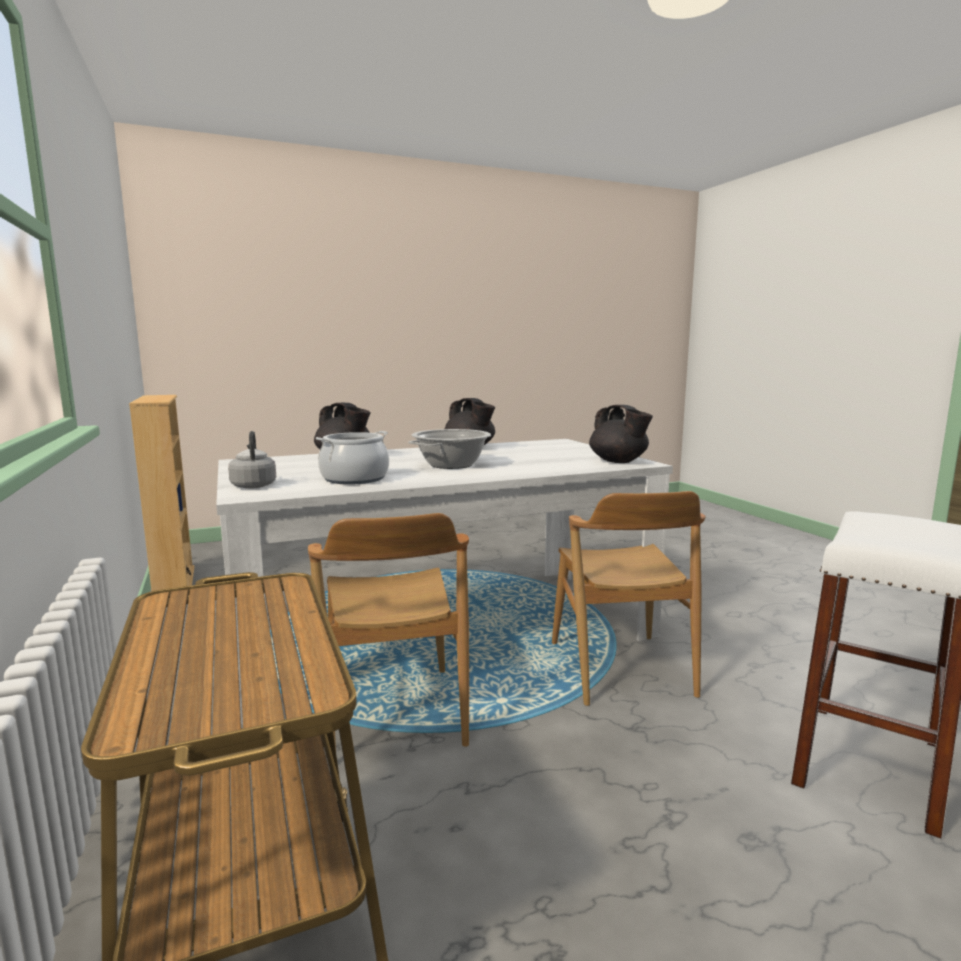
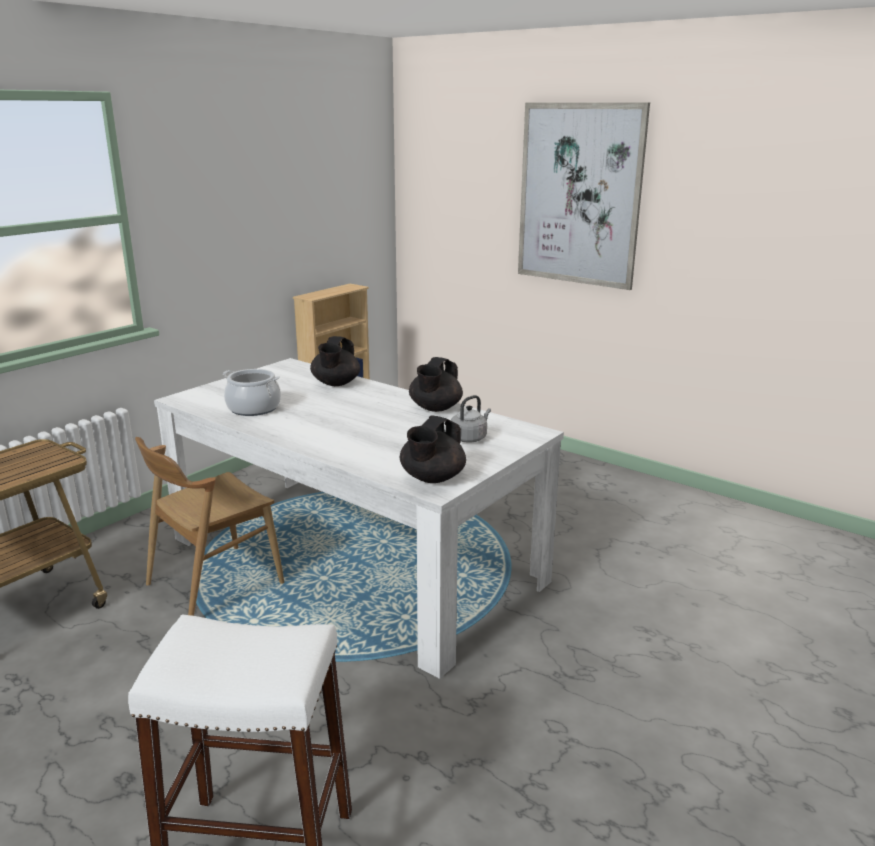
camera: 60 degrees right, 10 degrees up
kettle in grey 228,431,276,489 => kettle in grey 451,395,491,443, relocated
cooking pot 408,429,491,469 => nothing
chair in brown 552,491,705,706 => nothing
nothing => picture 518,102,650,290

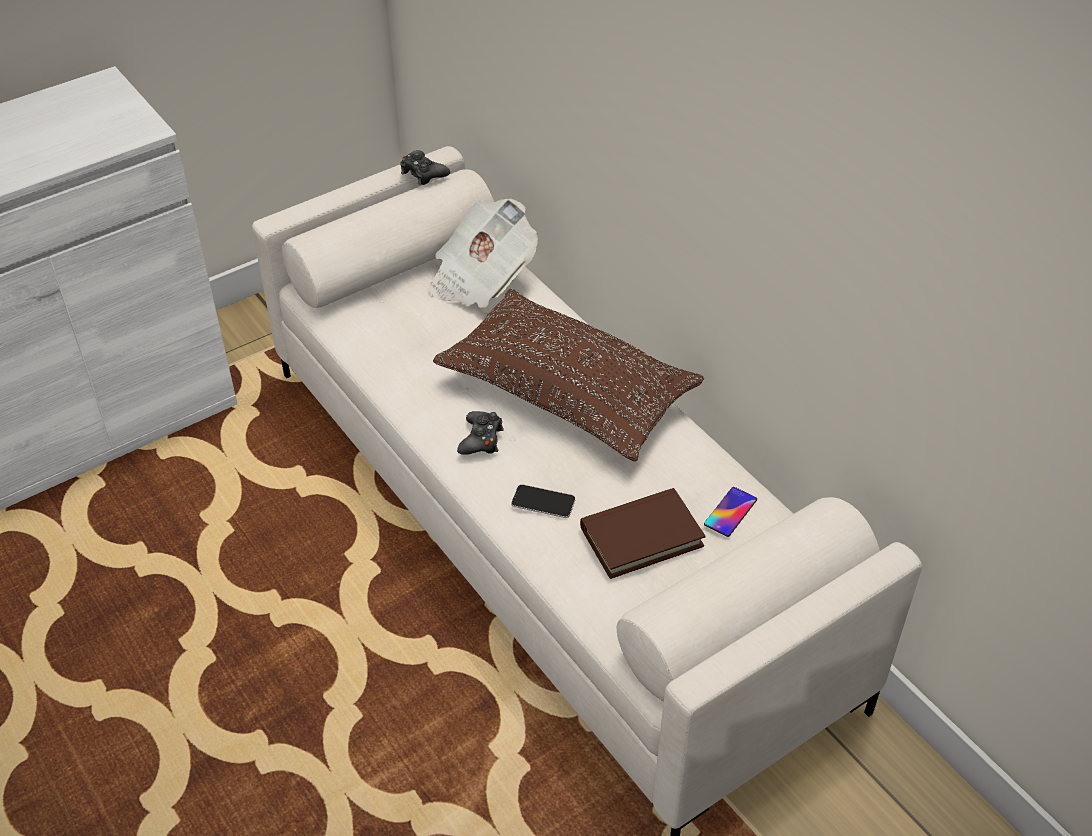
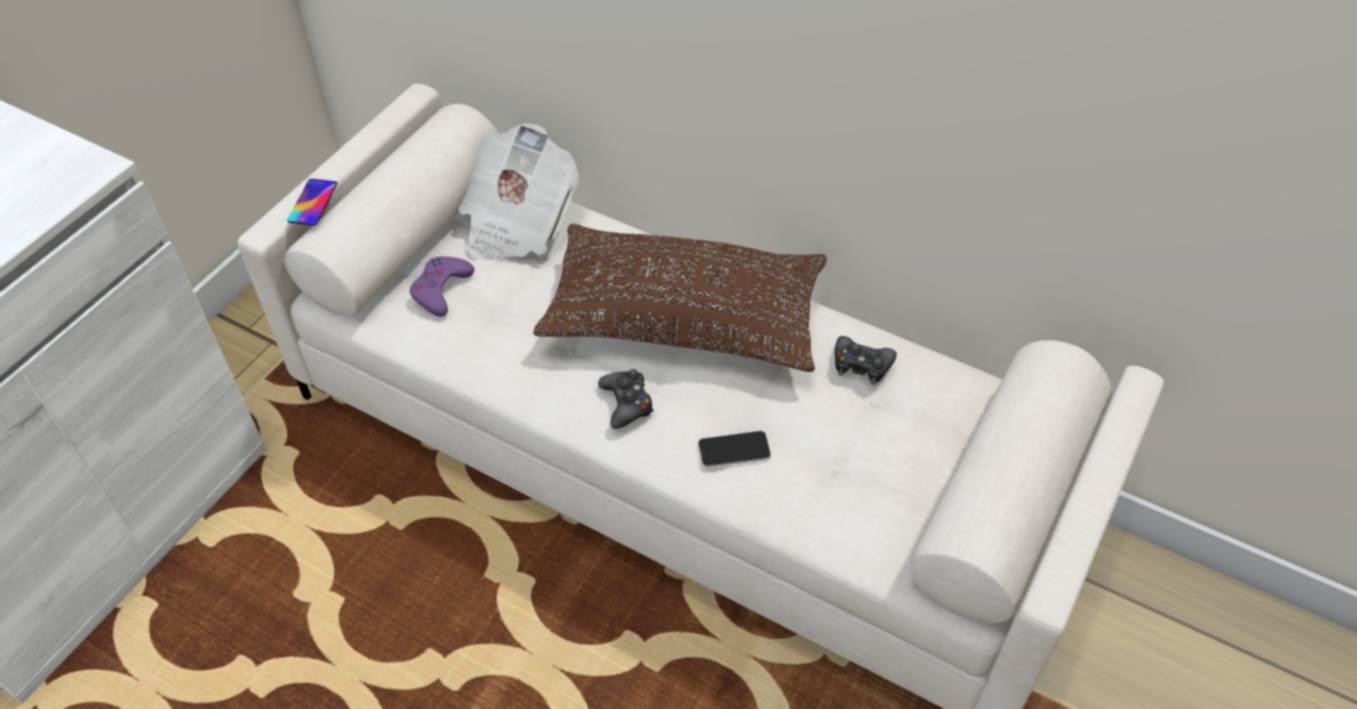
camera: 25 degrees left, 5 degrees up
game controller in black 400,150,450,185 => game controller in black 835,336,897,385, relocated
book in brown 580,488,706,579 => nothing
phone 704,487,757,537 => phone 287,178,337,226, relocated
nothing => game controller in purple 410,257,474,317

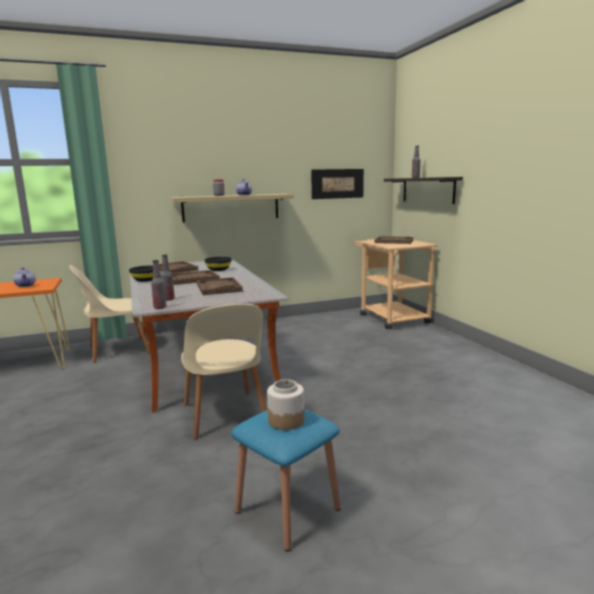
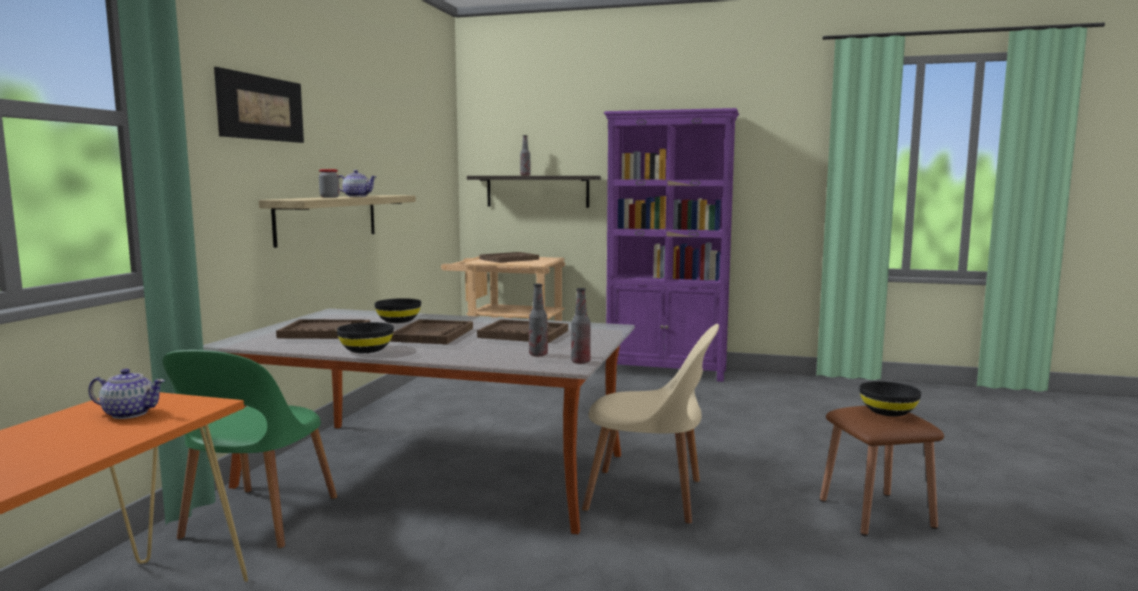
camera: 55 degrees left, 5 degrees down
chair in beige 69,265,150,363 => chair in green 163,350,337,548
stool in blue 231,409,341,551 => stool in brown 820,406,944,536
jar 267,379,304,430 => bowl in black 859,381,921,416
picture 311,169,364,199 => picture 214,67,304,143, relocated
nothing => bookcase in purple 604,108,739,382

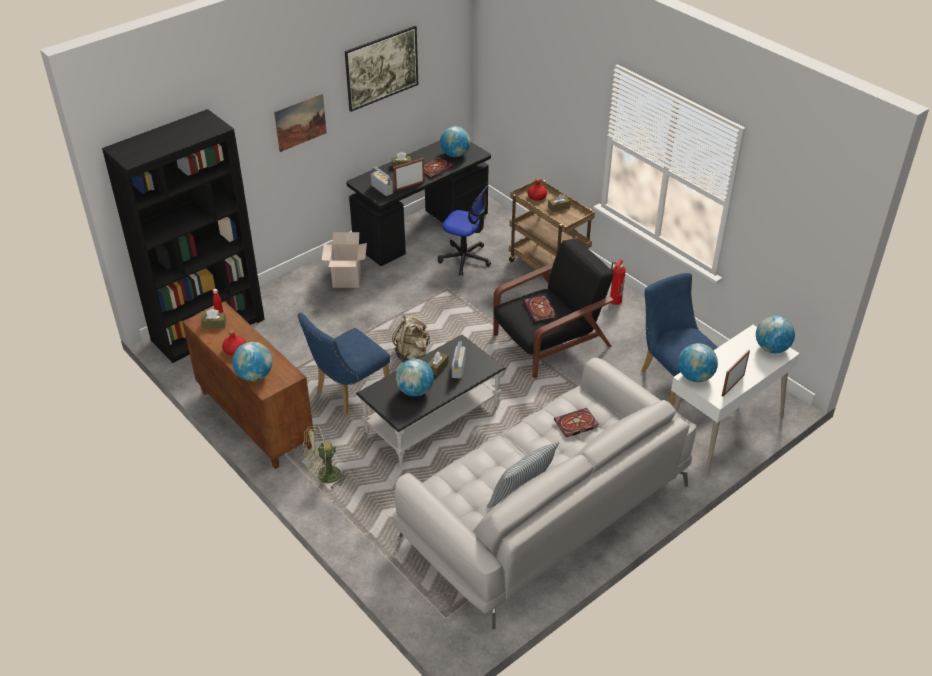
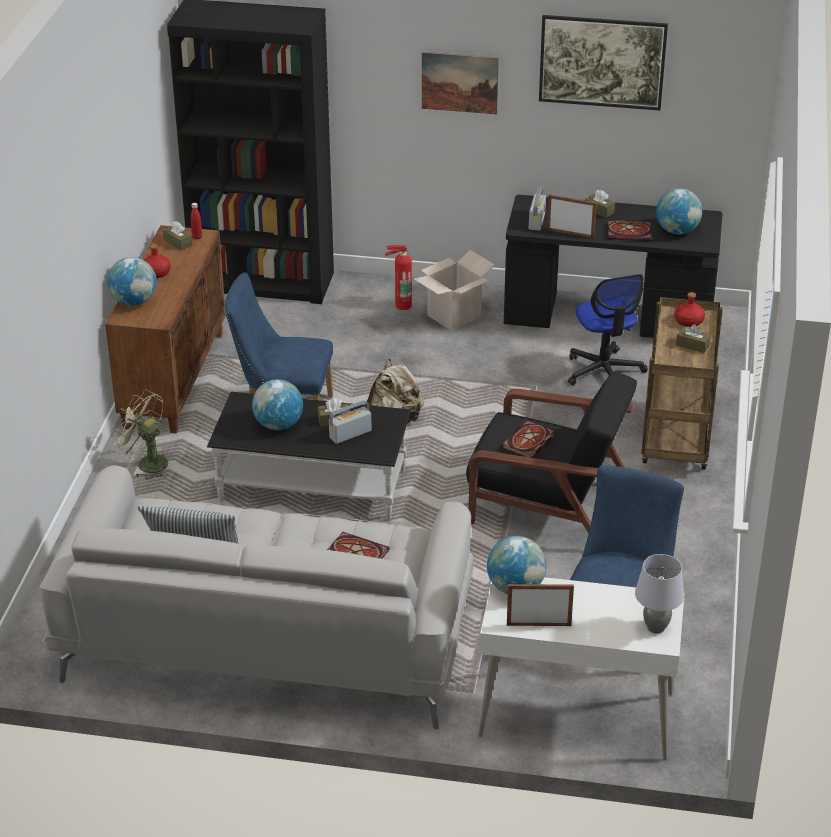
camera: 50 degrees right, 5 degrees down
fire extinguisher 610,259,626,305 => fire extinguisher 385,245,412,310, relocated
globe 756,316,795,353 => table lamp in grey 635,554,684,634

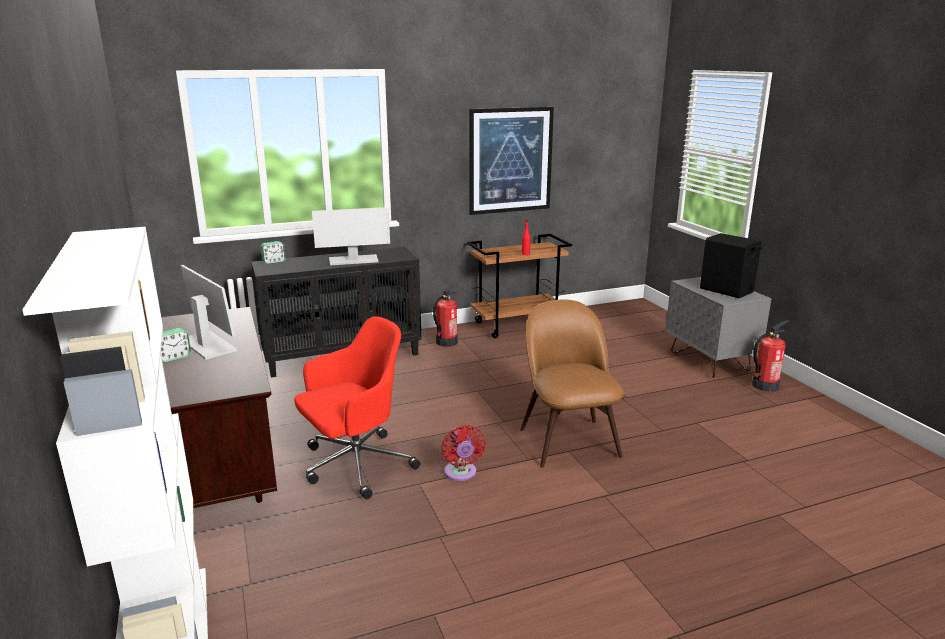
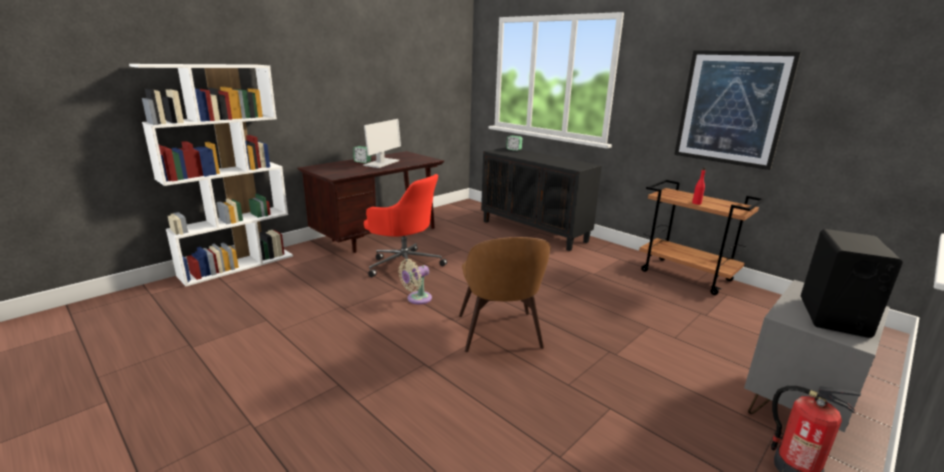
camera: 65 degrees right, 0 degrees up
monitor 312,207,390,265 => nothing
fire extinguisher 433,283,458,347 => nothing
fan in red 441,425,486,481 => fan in beige 399,259,432,304
chair in brown 520,299,624,468 => chair in brown 459,237,551,352, 120 degrees clockwise

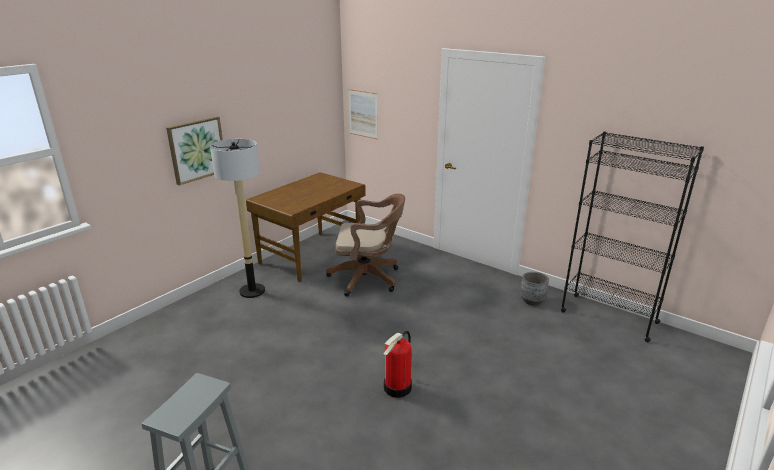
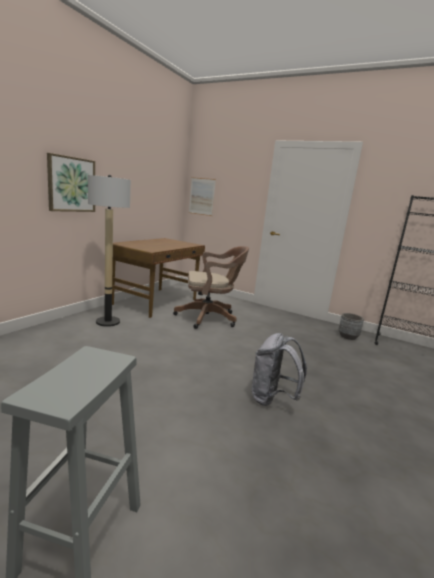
camera: 10 degrees left, 10 degrees down
fire extinguisher 383,331,412,398 => backpack in grey 252,333,307,406

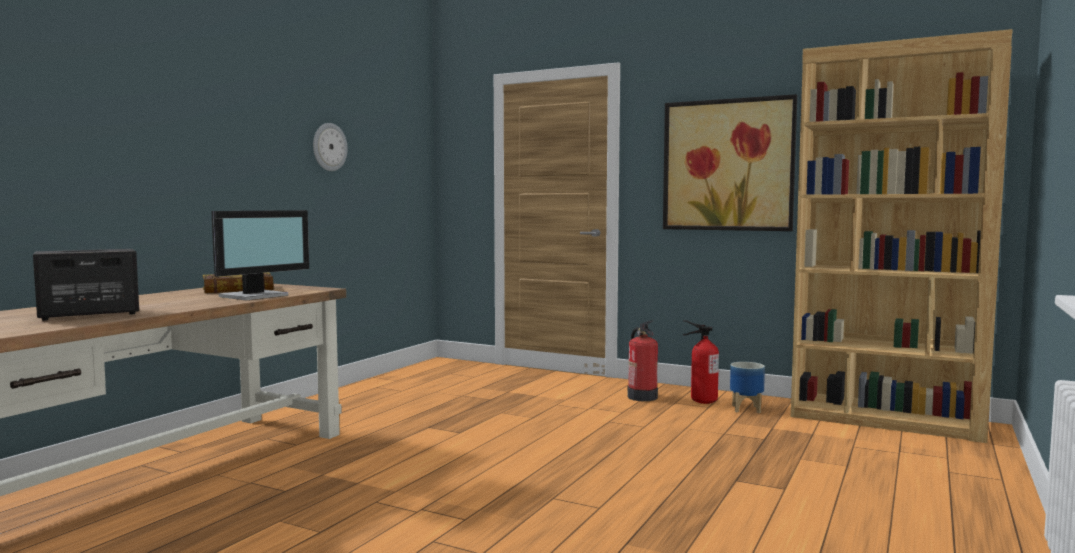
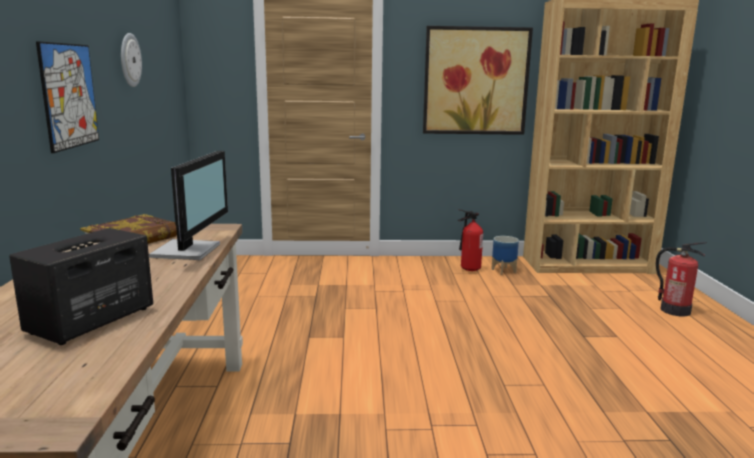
camera: 30 degrees left, 10 degrees up
fire extinguisher 628,320,658,401 => fire extinguisher 656,242,707,316, relocated
nothing => picture 36,41,99,153

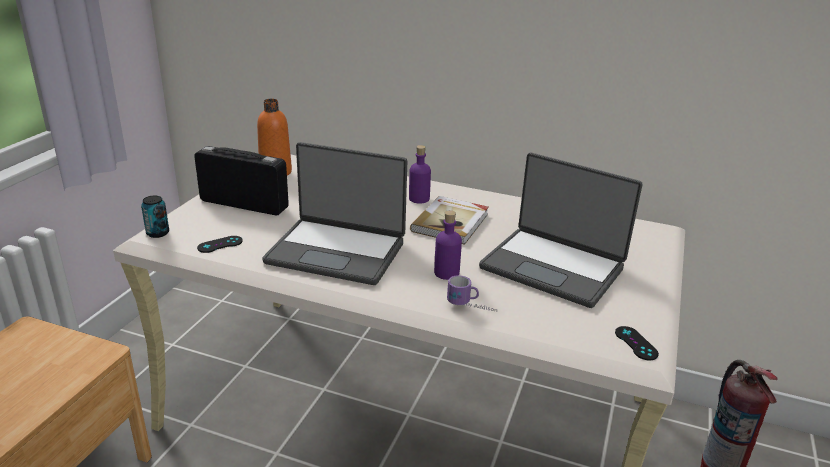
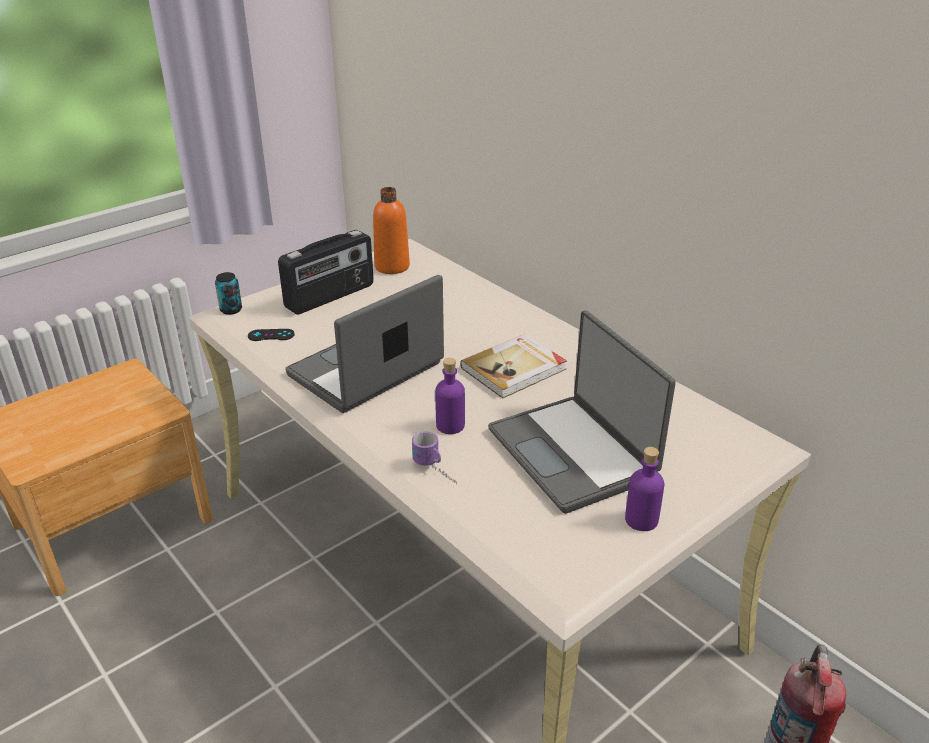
camera: 30 degrees right, 5 degrees up
radio 194,146,289,215 => radio 278,230,374,315, 90 degrees clockwise
laptop 262,142,407,285 => laptop 285,275,444,413, 90 degrees clockwise
bottle in purple 409,145,431,204 => bottle in purple 625,447,664,531, relocated
game controller in black 615,326,659,361 => nothing

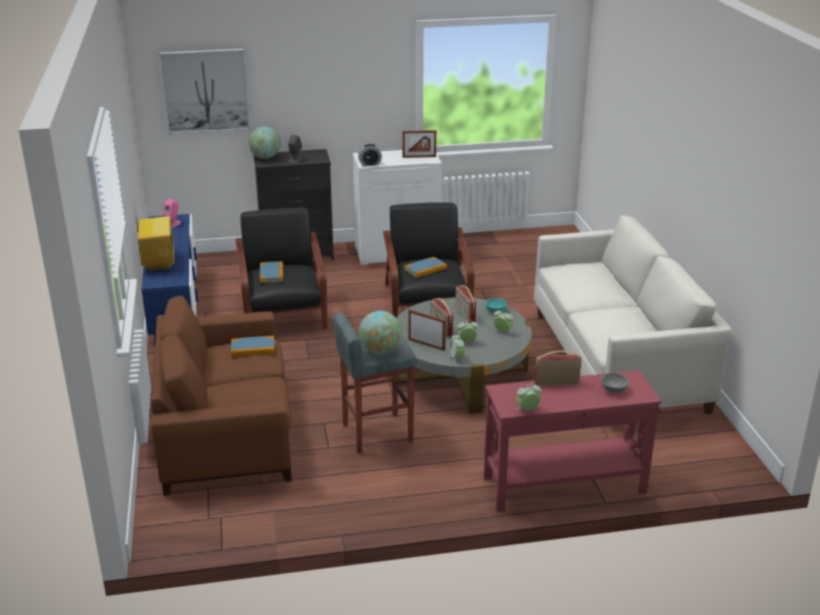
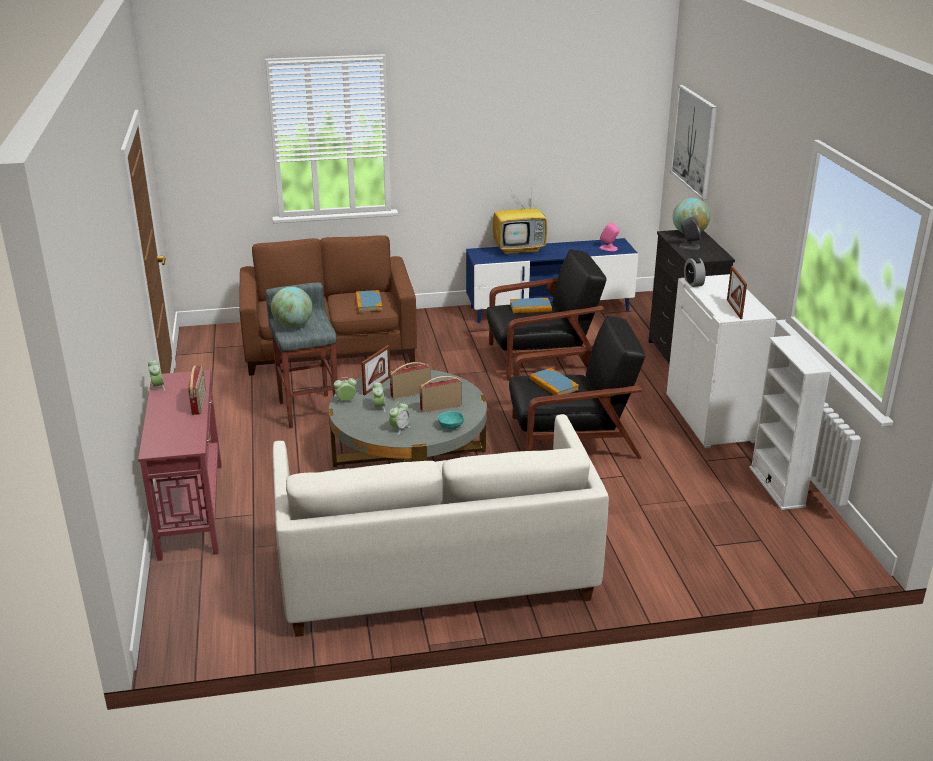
camera: 90 degrees right, 0 degrees up
bowl in grey 601,373,629,393 => nothing
nothing => bookcase in white 749,335,831,510

